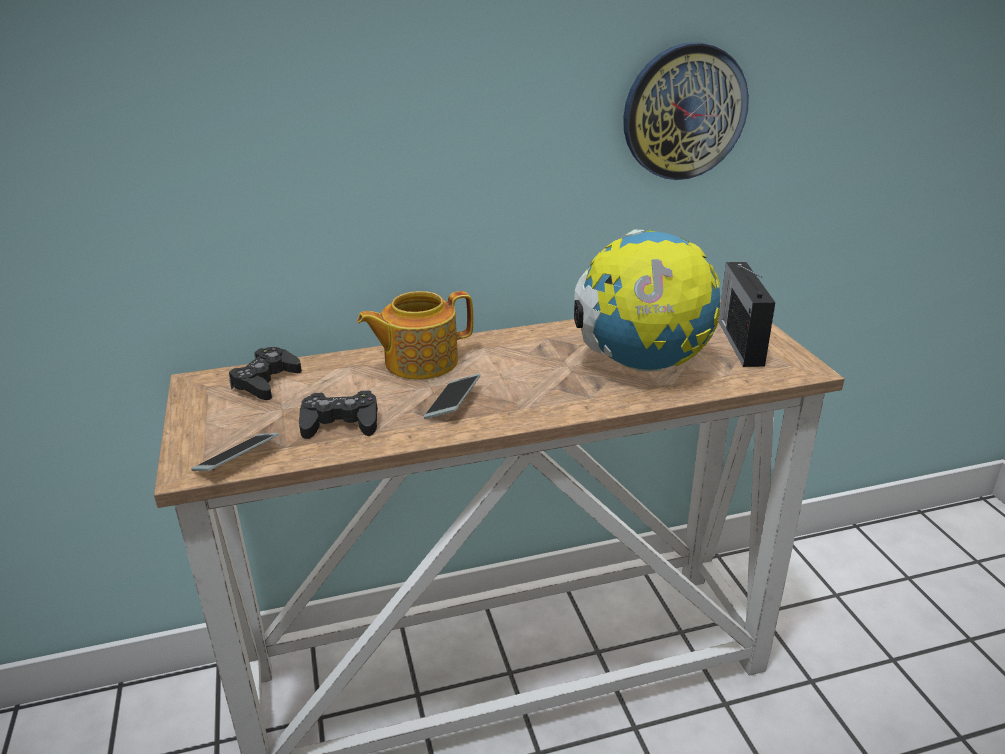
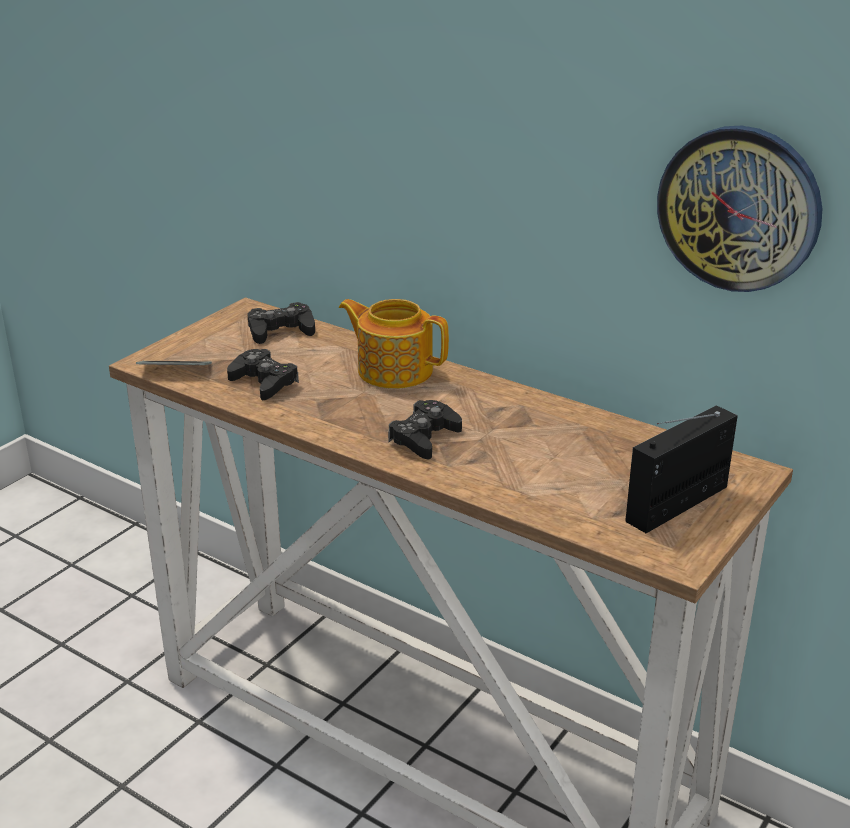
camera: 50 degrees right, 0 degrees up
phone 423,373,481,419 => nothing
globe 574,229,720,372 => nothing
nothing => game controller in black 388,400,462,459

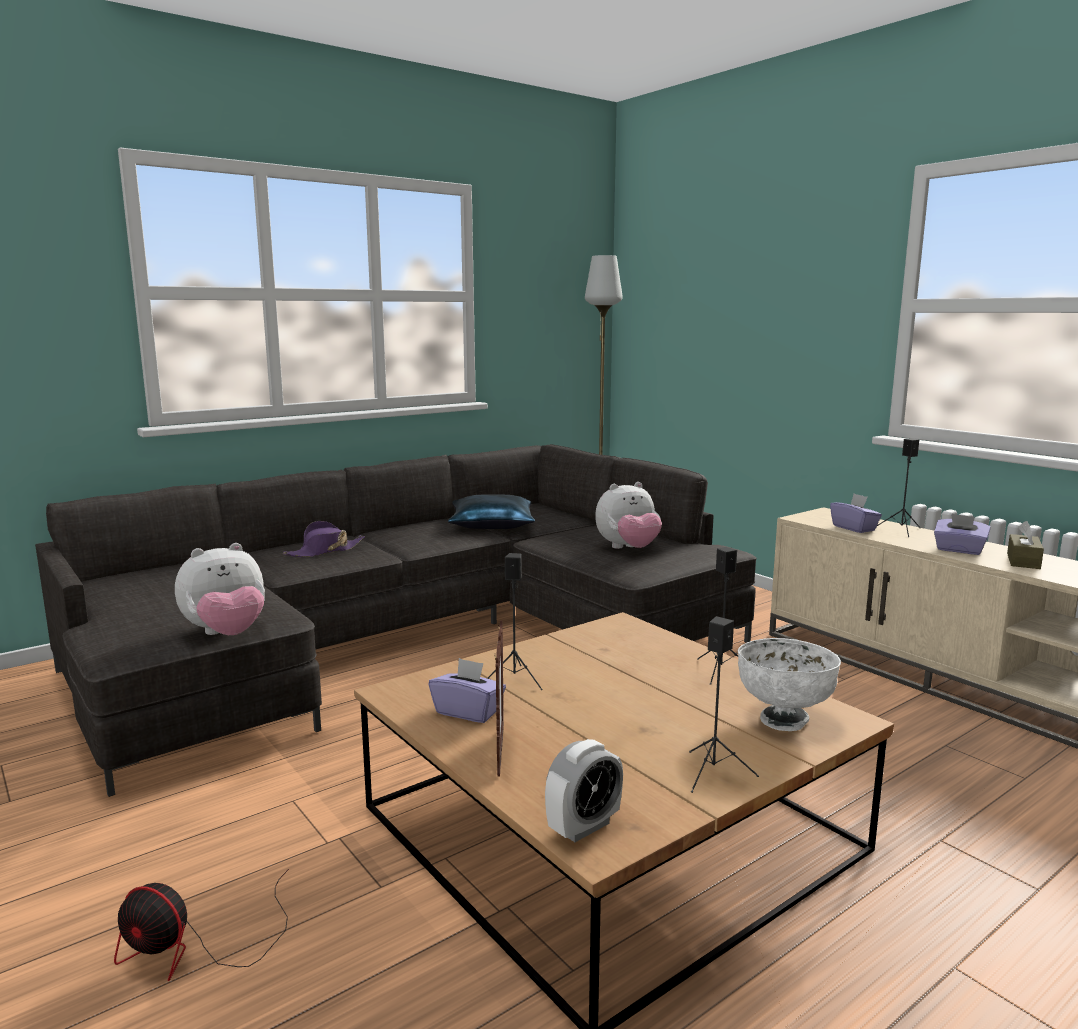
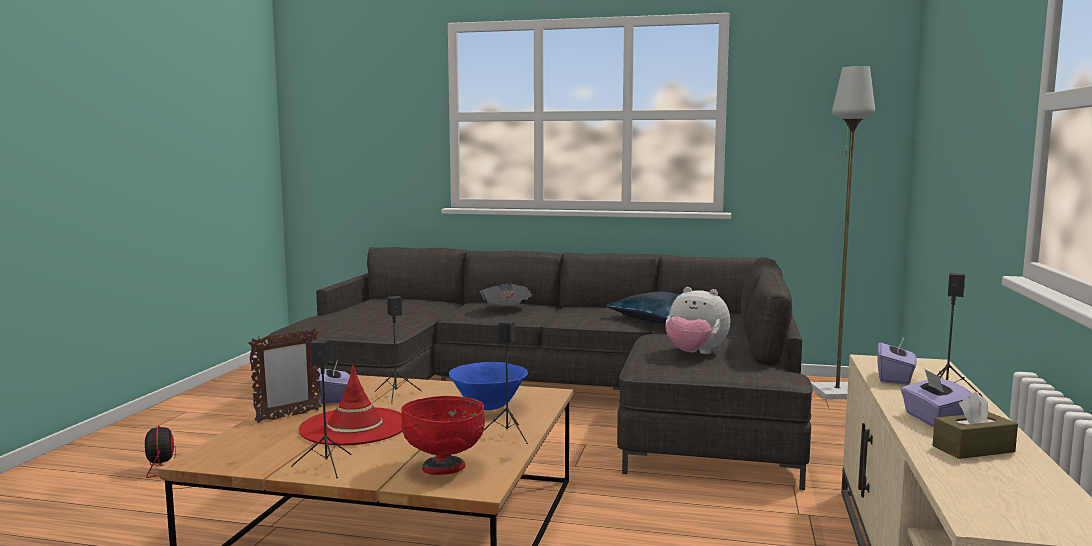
camera: 50 degrees right, 5 degrees down
plush toy 175,543,265,635 => nothing
hat in purple 283,521,365,557 => newspaper 479,284,532,305
alarm clock 545,739,623,842 => nothing
bowl in white 738,638,841,731 => bowl in red 401,396,485,475
nothing => hat in red 299,365,403,446
nothing => bowl in blue 449,362,528,410

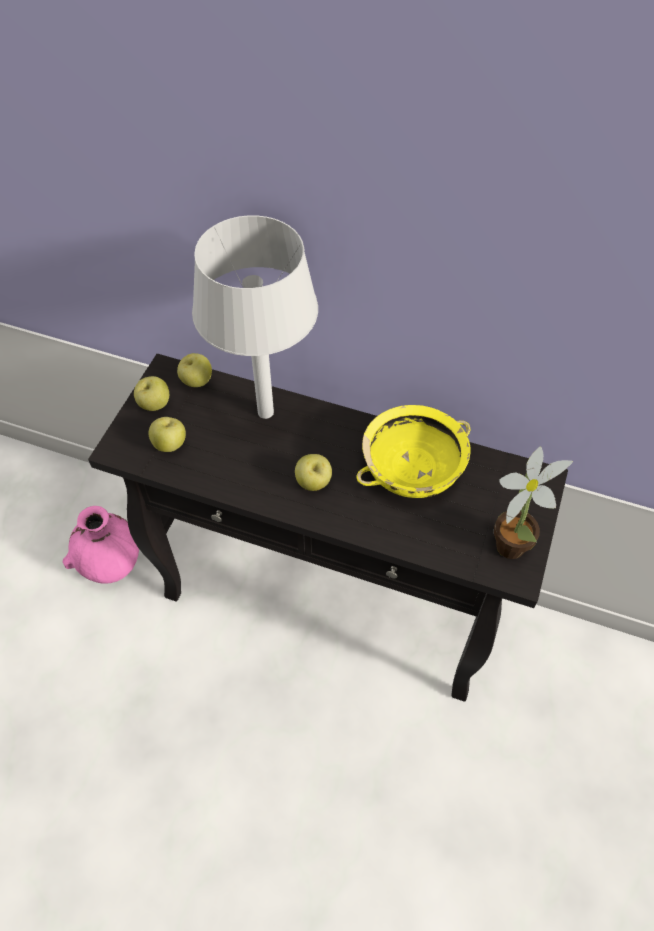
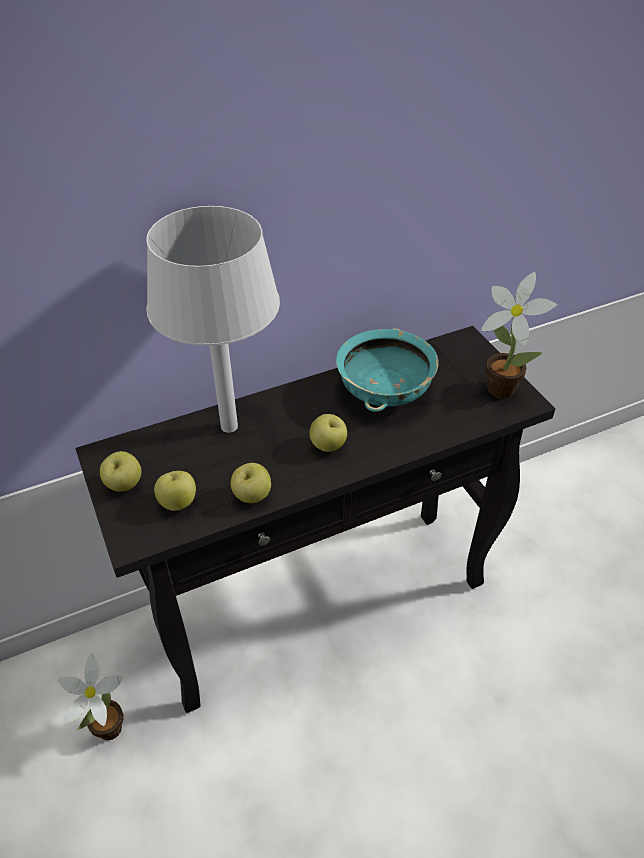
camera: 45 degrees left, 10 degrees down
vase in pink 63,506,139,583 => potted plant 57,654,124,740
apple 177,353,212,387 => apple 231,463,271,503, relocated
bowl in yellow 357,405,470,498 => bowl in turquoise 336,328,439,412

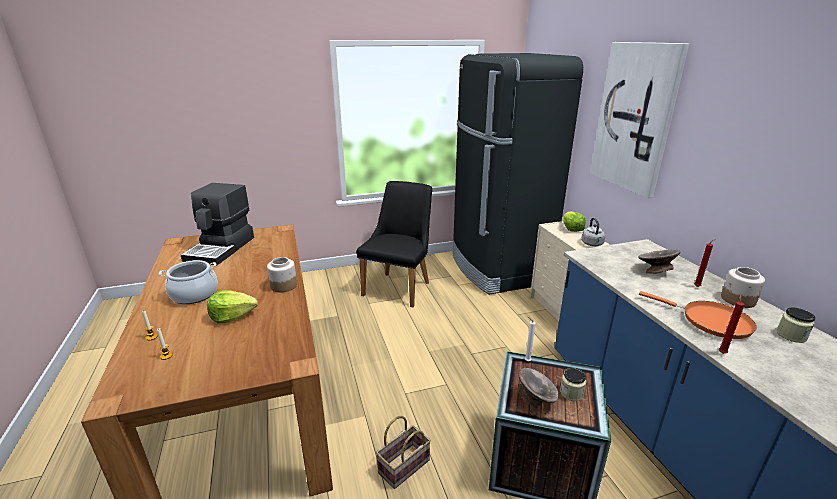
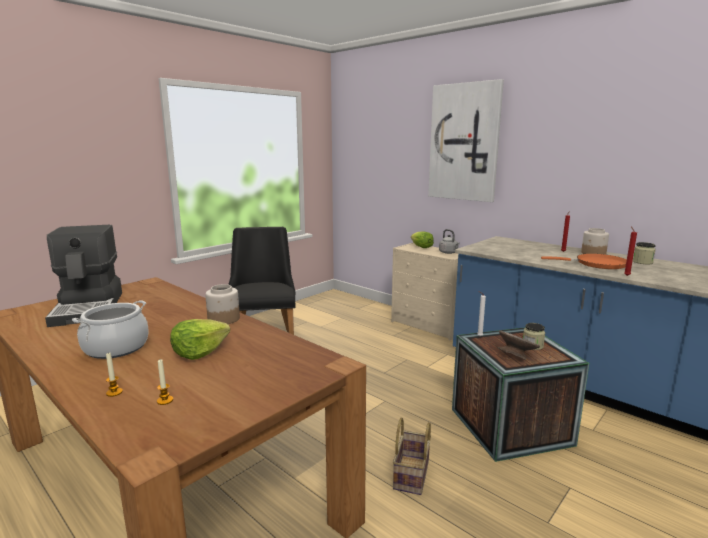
camera: 30 degrees left, 10 degrees down
fridge in black 452,53,583,295 => nothing
bowl in grey 638,250,680,274 => nothing

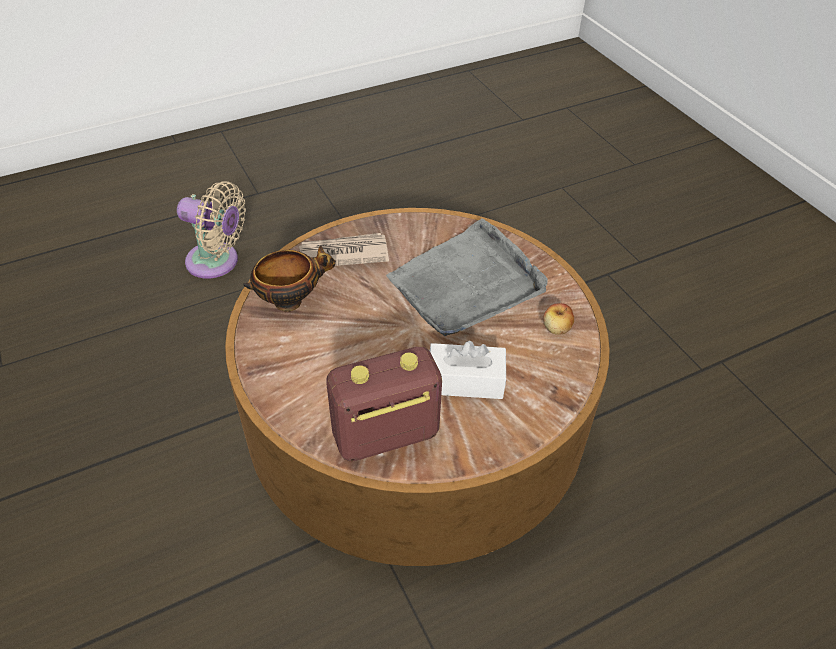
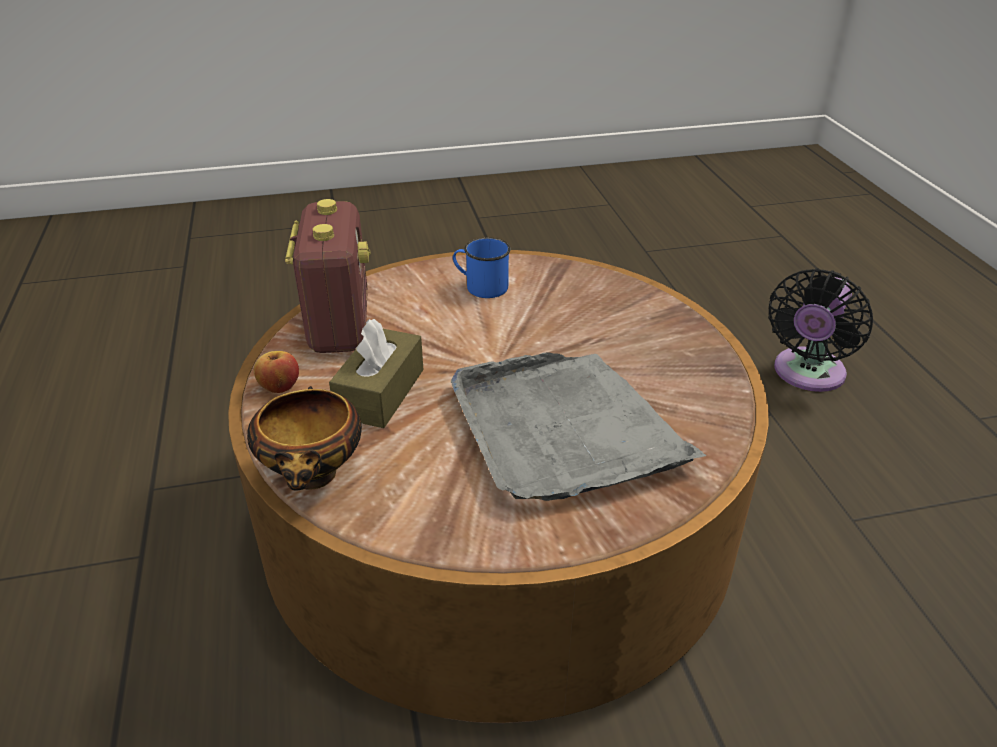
camera: 105 degrees right, 10 degrees down
fan in beige 177,181,246,278 => fan in black 768,268,873,392
bowl 243,245,336,312 => bowl 247,386,362,490, relocated
newspaper 299,233,389,266 => nothing
tissue box in white 430,341,506,399 => tissue box in brown 329,319,423,428
apple 543,303,574,335 => apple 254,351,299,393, relocated
nothing => mug in blue 453,237,511,298

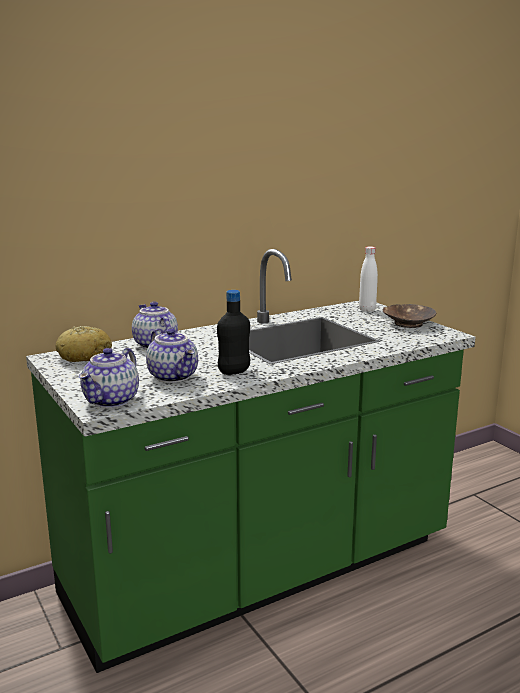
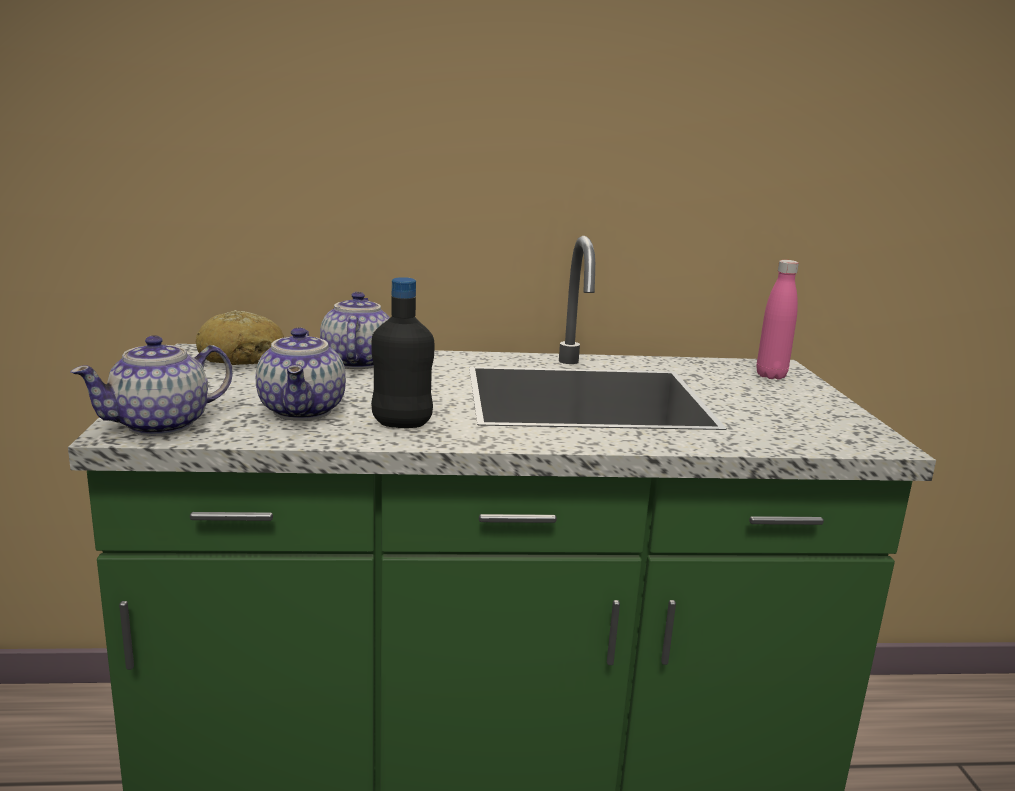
camera: 25 degrees right, 0 degrees up
bottle in white 359,246,378,312 => bottle in pink 757,260,799,380
bowl in brown 383,304,436,328 => nothing

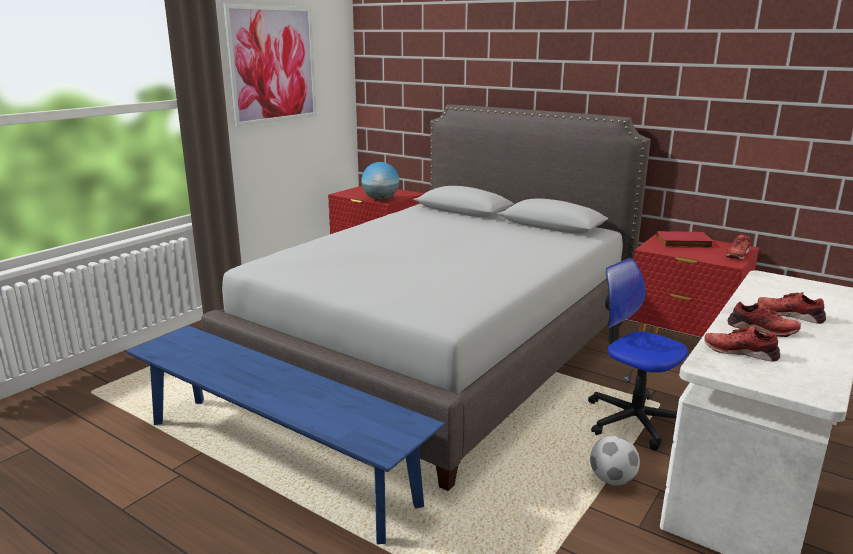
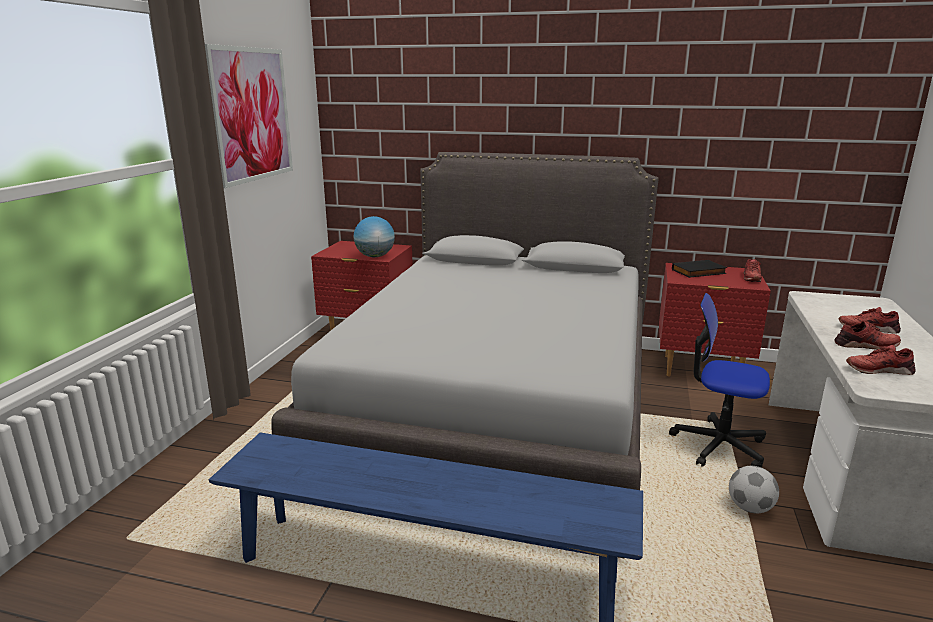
camera: 20 degrees left, 0 degrees up
book in red 656,231,714,248 => book in black 672,260,727,278

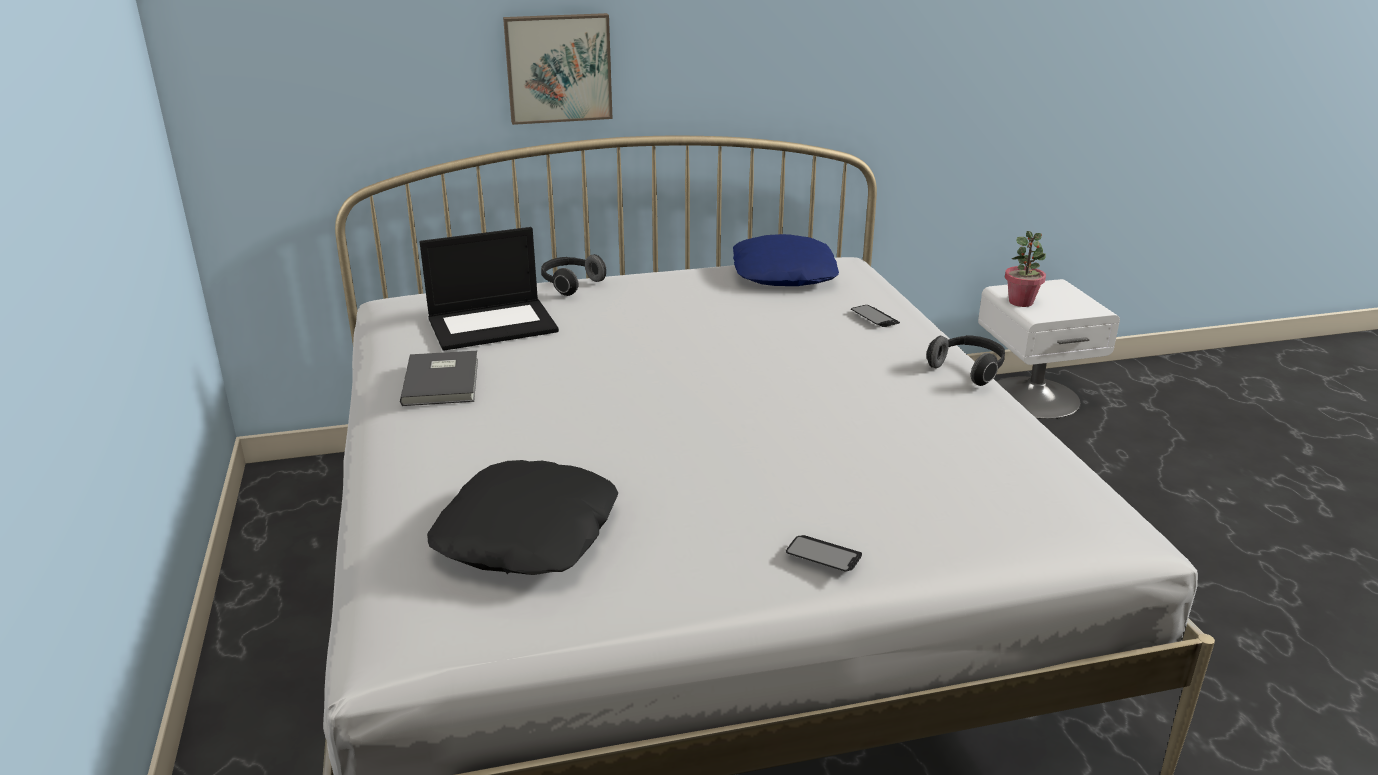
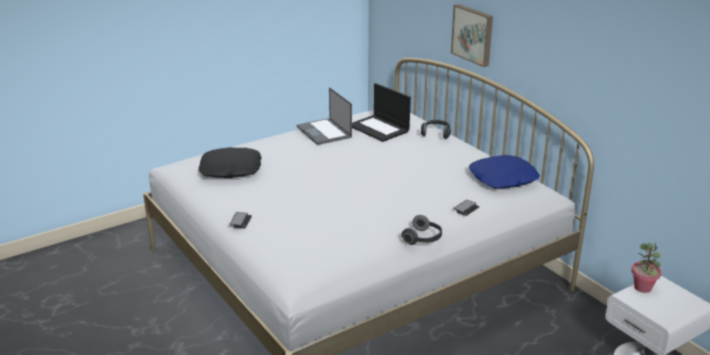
camera: 70 degrees right, 0 degrees up
book in grey 400,351,478,406 => laptop 297,87,352,145

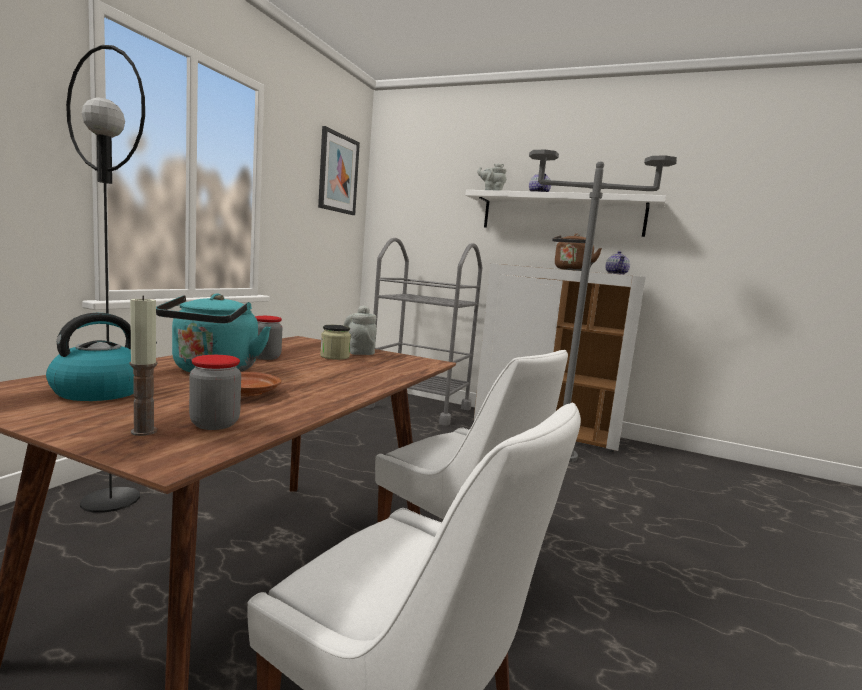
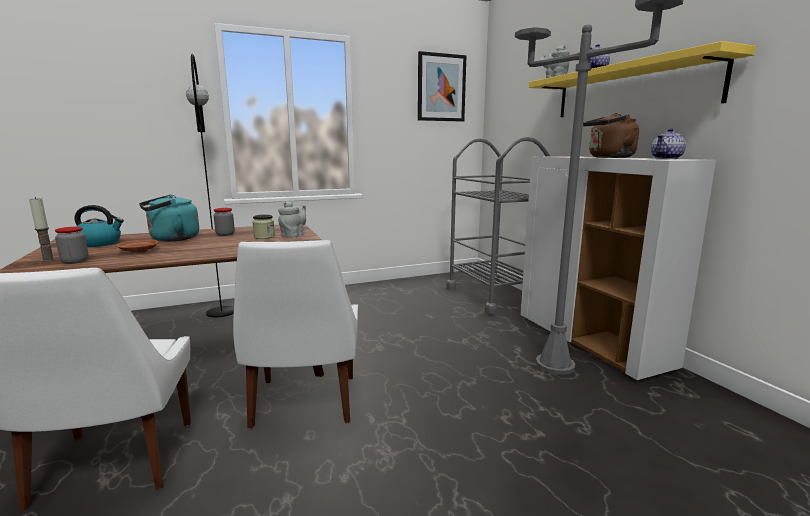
camera: 45 degrees right, 5 degrees up
shelf in white 466,190,666,237 => shelf in yellow 529,41,756,117

